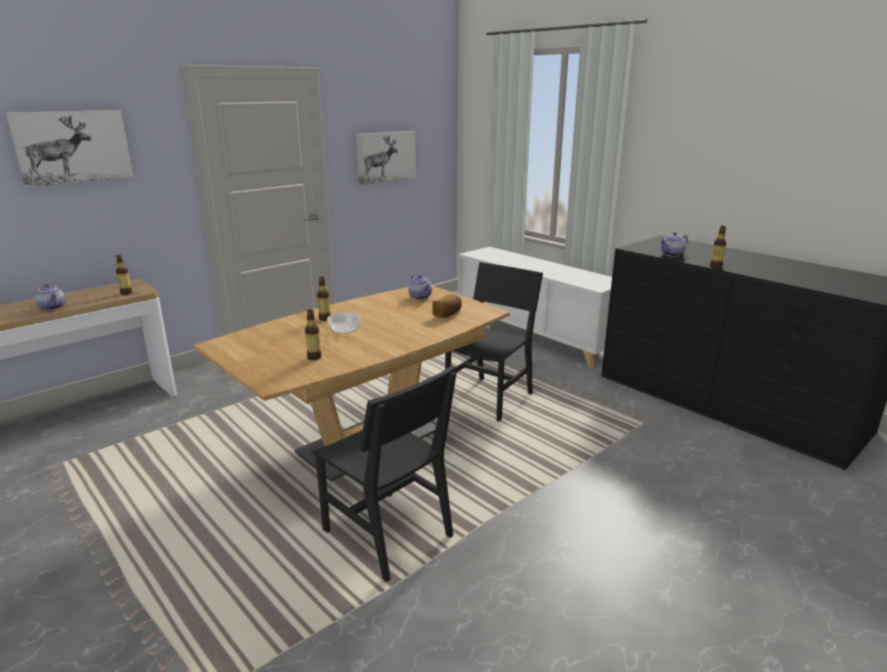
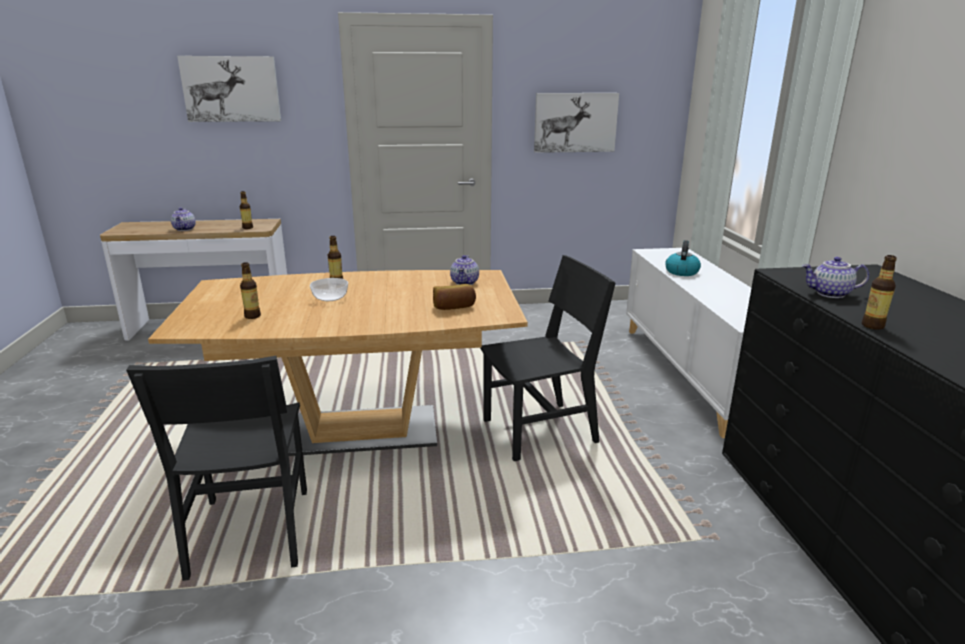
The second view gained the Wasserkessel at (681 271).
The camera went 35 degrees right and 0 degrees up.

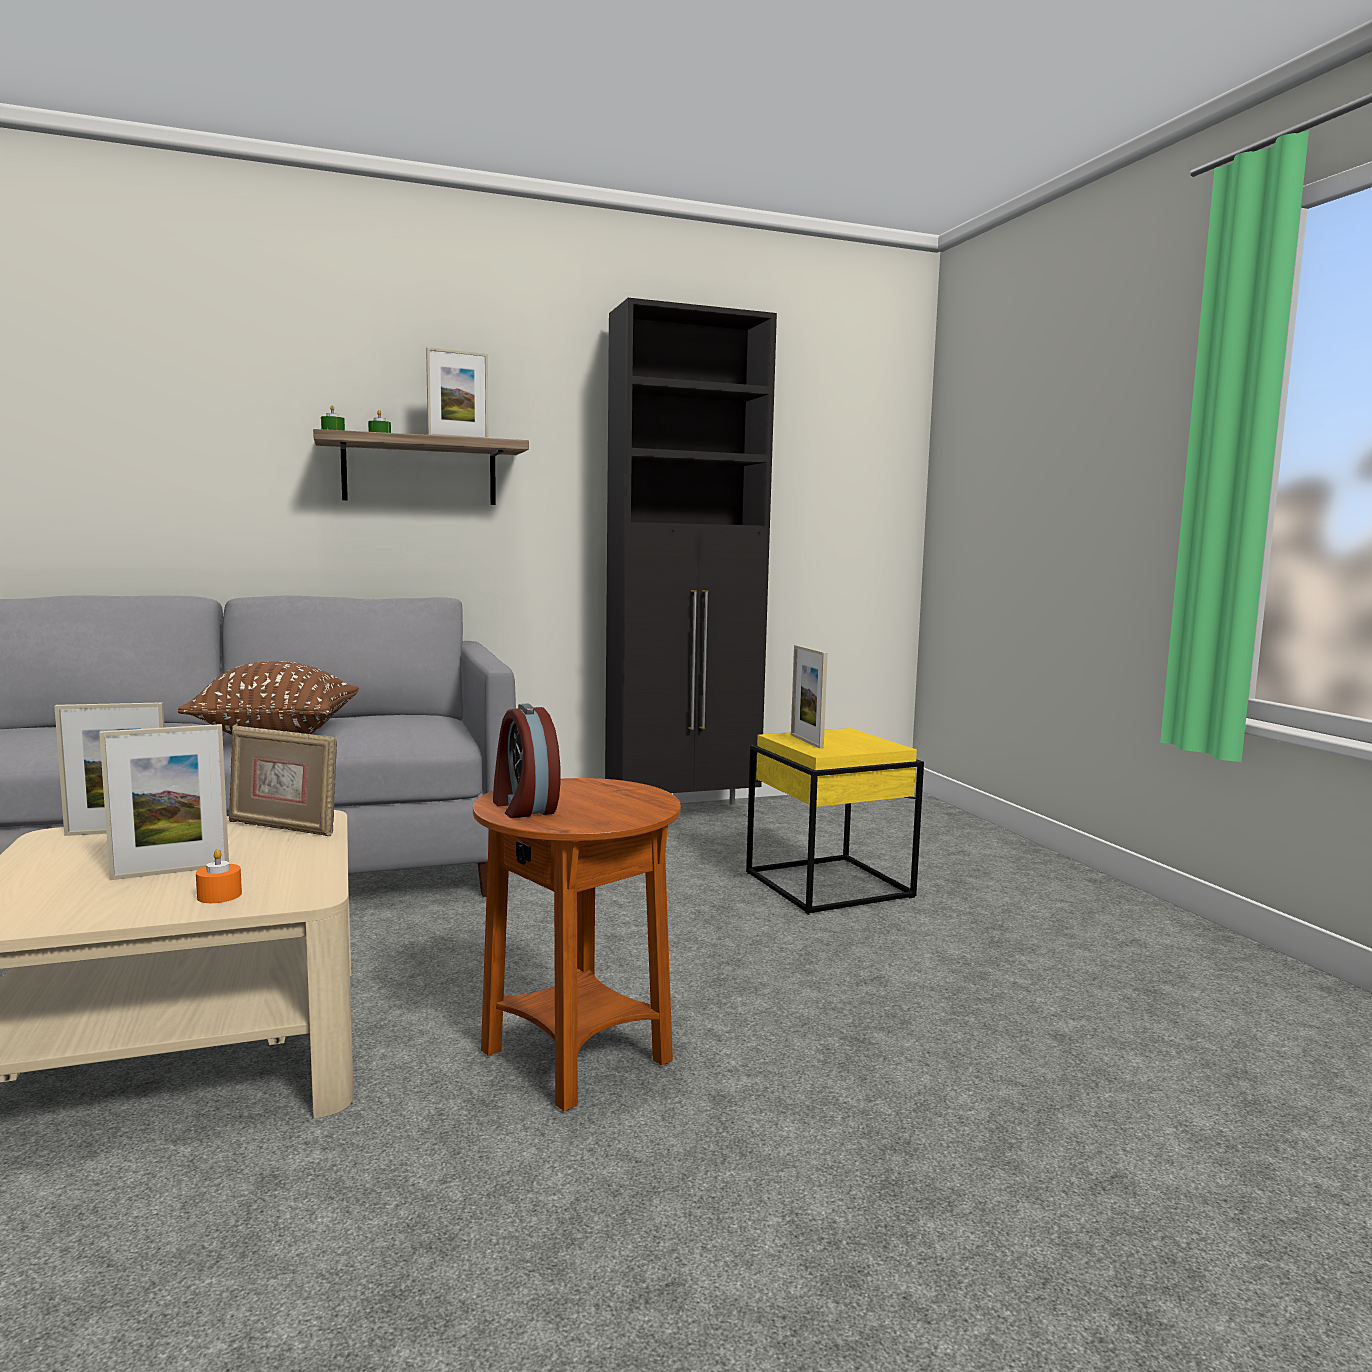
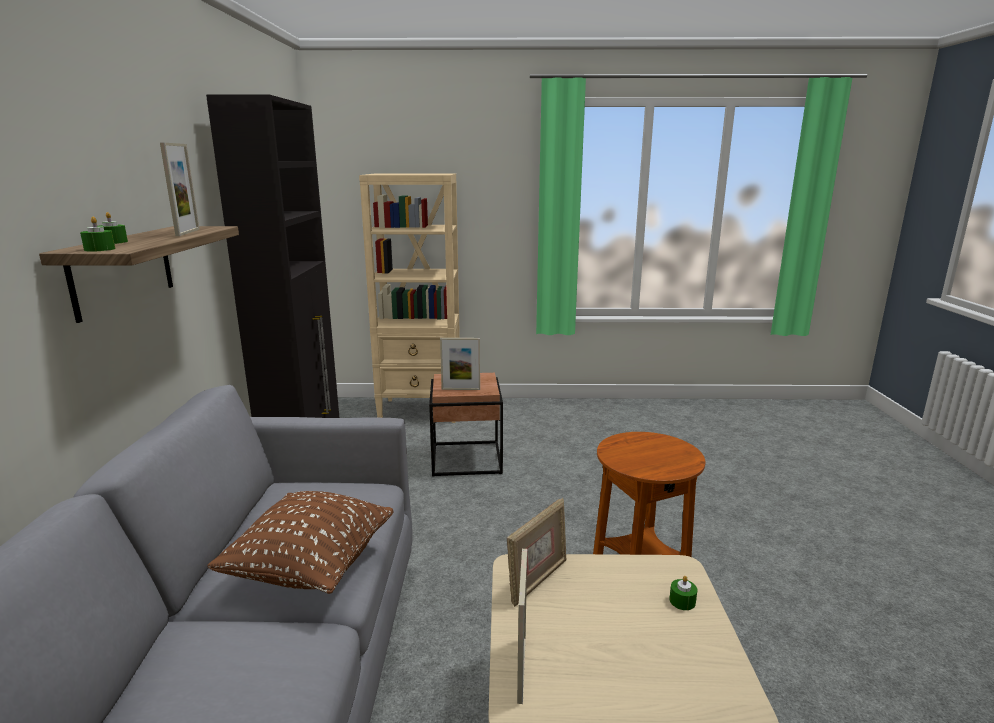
The second view lost the Bilderrahmen at (171 872).
The second view lost the Wecker at (523 807).
The second view gained the Bücherregal (beige) at (421 411).
What was the Kerze (orange) at (219 895) turned into the Kerze (grün) at (682 601).
What was the Beistelltisch (gelb) at (830 885) turned into the Beistelltisch (braun) at (467 458).
The camera went 70 degrees left and 10 degrees up.

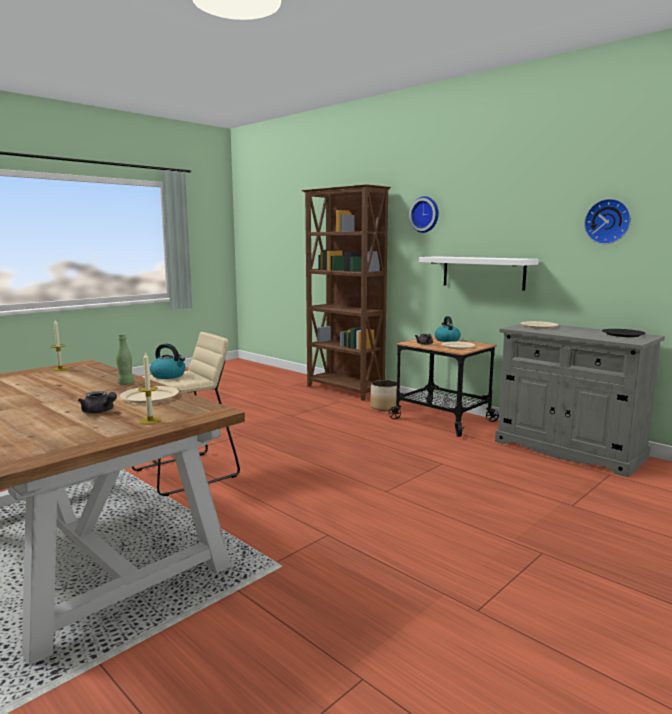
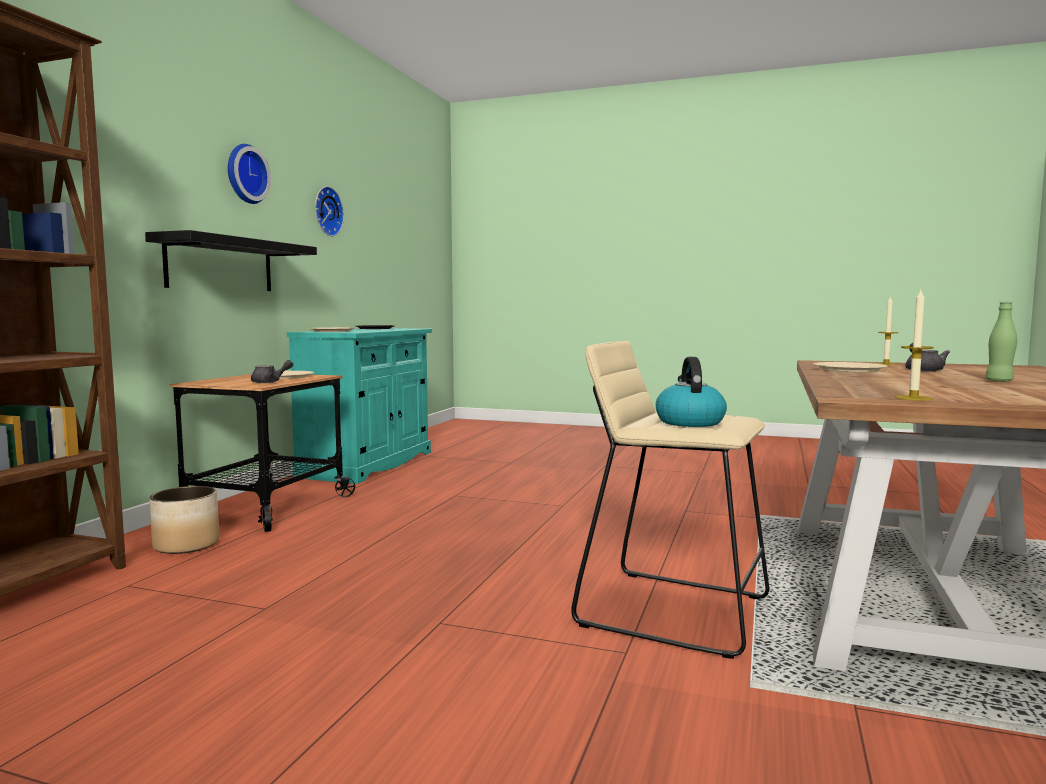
The second view lost the Wasserkessel at (446 340).
The Flasche (grün) ended up elsewhere, having gone from (126 383) to (999 381).
The Wanduhr ended up elsewhere, having gone from (425 214) to (244 174).
What was the Wandregal (weiß) at (483 272) turned into the Wandregal (schwarz) at (220 265).
What was the Schrank (grau) at (568 450) turned into the Schrank (türkis) at (368 464).
The camera went 115 degrees left and 5 degrees down.

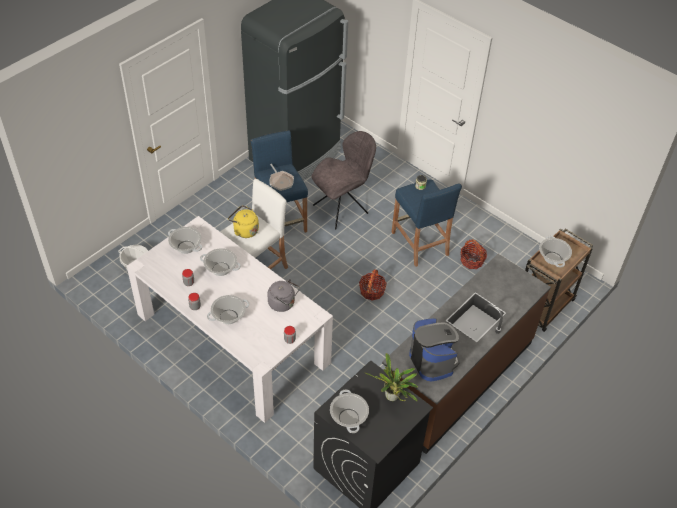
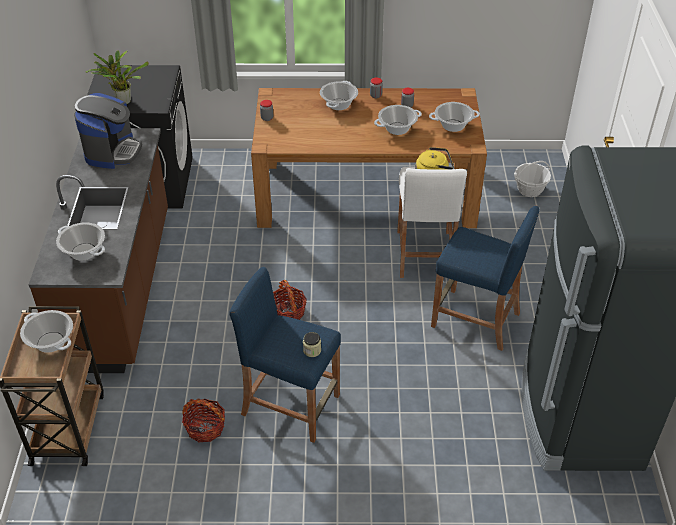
The second view lost the Wasserkessel (grau) at (283 304).
The second view lost the Pfanne at (280 181).
The second view lost the Stuhl (grau) at (342 208).
The Kochtopf ended up elsewhere, having gone from (348 417) to (84 251).
What was the Esstisch (weiß) at (232 338) turned into the Esstisch (braun) at (366 193).
The Kaffeemaschine at (433 360) ended up facing another way, 105 degrees counterclockwise from before.
The camera went 140 degrees right and 5 degrees down.

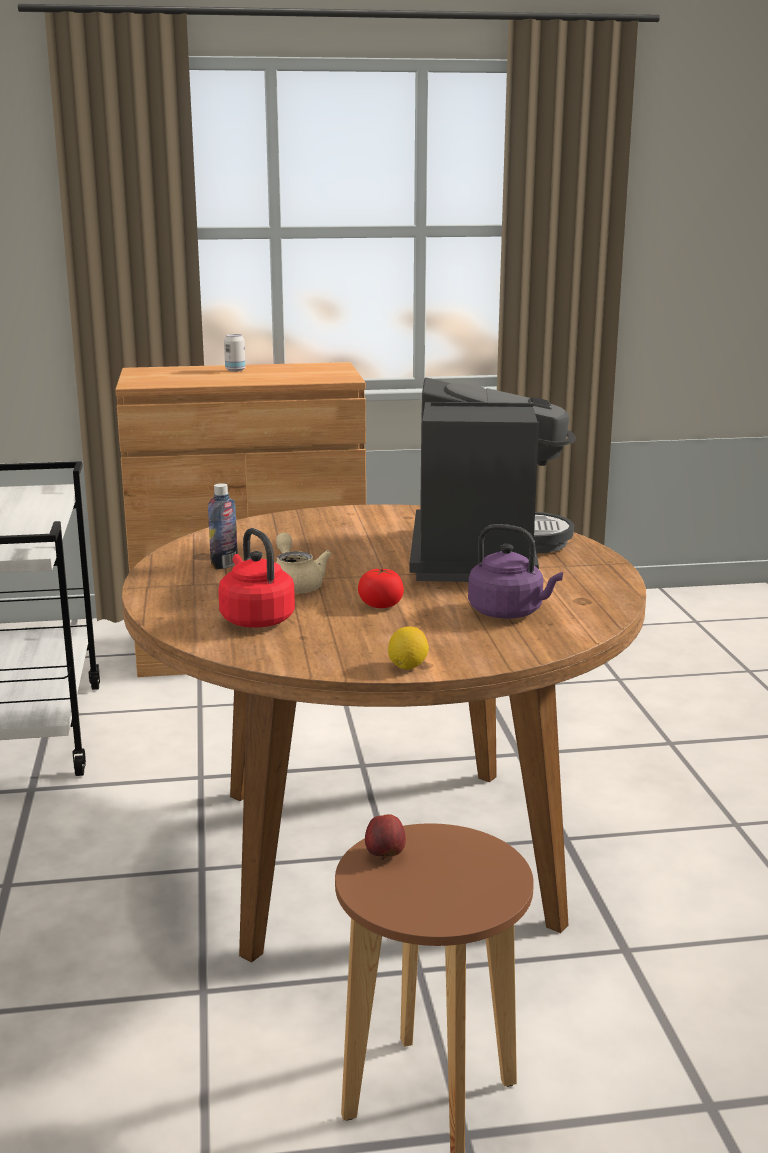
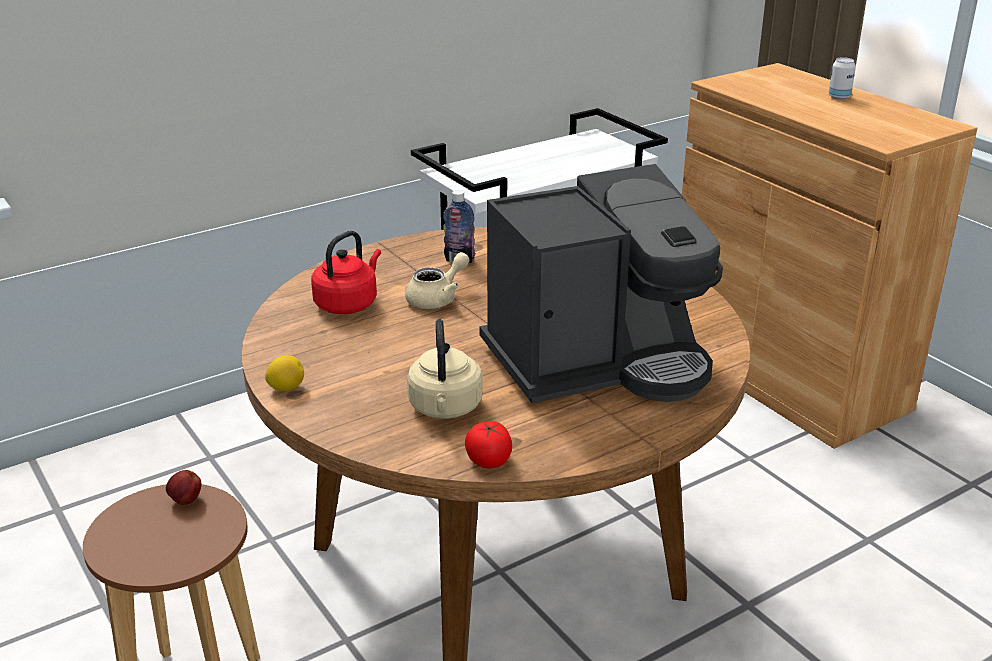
The Tomate ended up elsewhere, having gone from (380 605) to (489 461).
What was the Wasserkessel (lila) at (509 612) turned into the Wasserkessel (beige) at (445 409).
The camera went 65 degrees right and 10 degrees up.

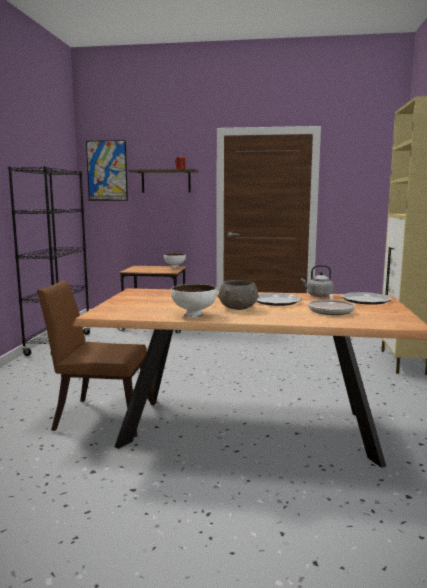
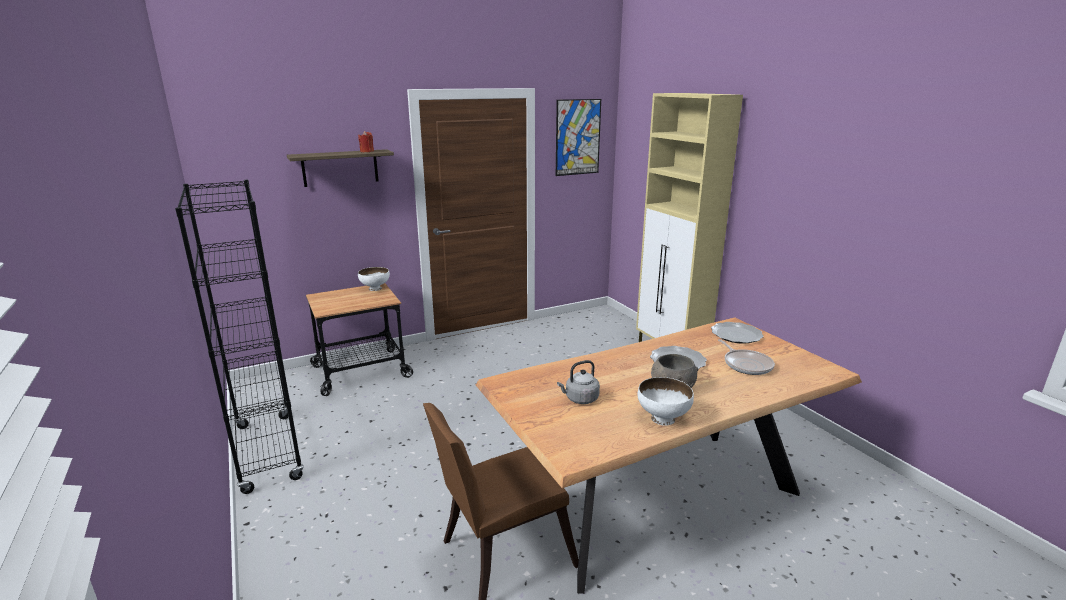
The Bild ended up elsewhere, having gone from (107 171) to (577 137).
The Wasserkessel (grau) ended up elsewhere, having gone from (318 296) to (580 399).
The camera went 35 degrees left and 10 degrees up.

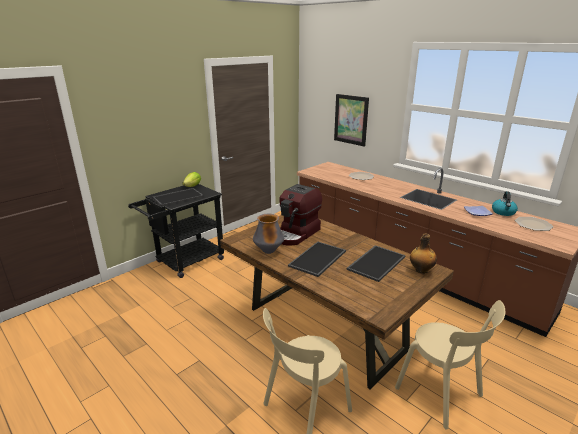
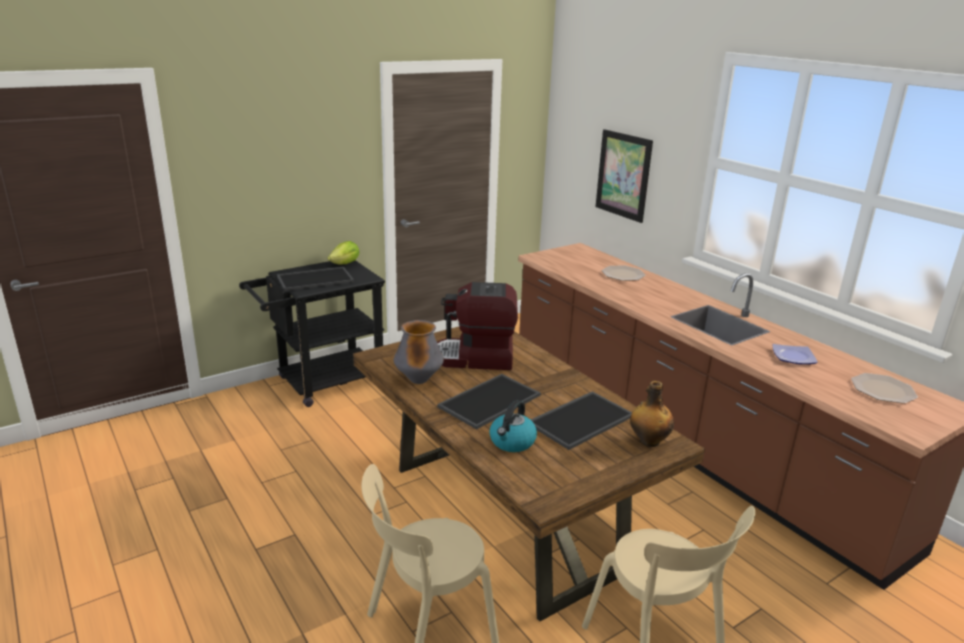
The Wasserkessel ended up elsewhere, having gone from (503 212) to (512 442).
The Kaffeemaschine at (296 234) ended up facing another way, 45 degrees clockwise from before.
The camera went 10 degrees right and 0 degrees up.

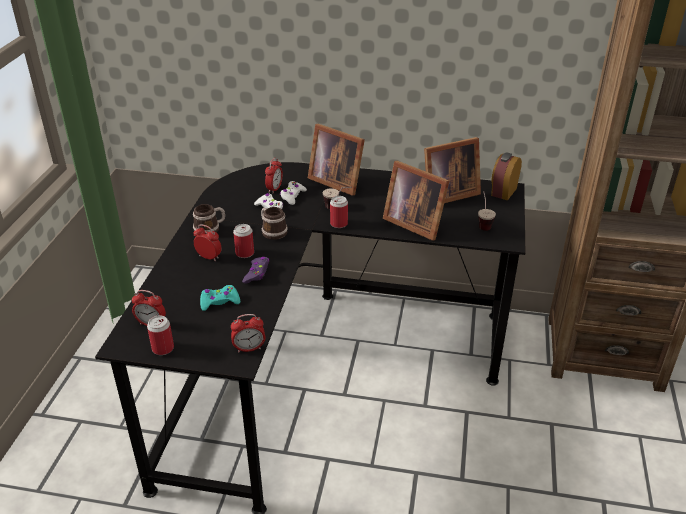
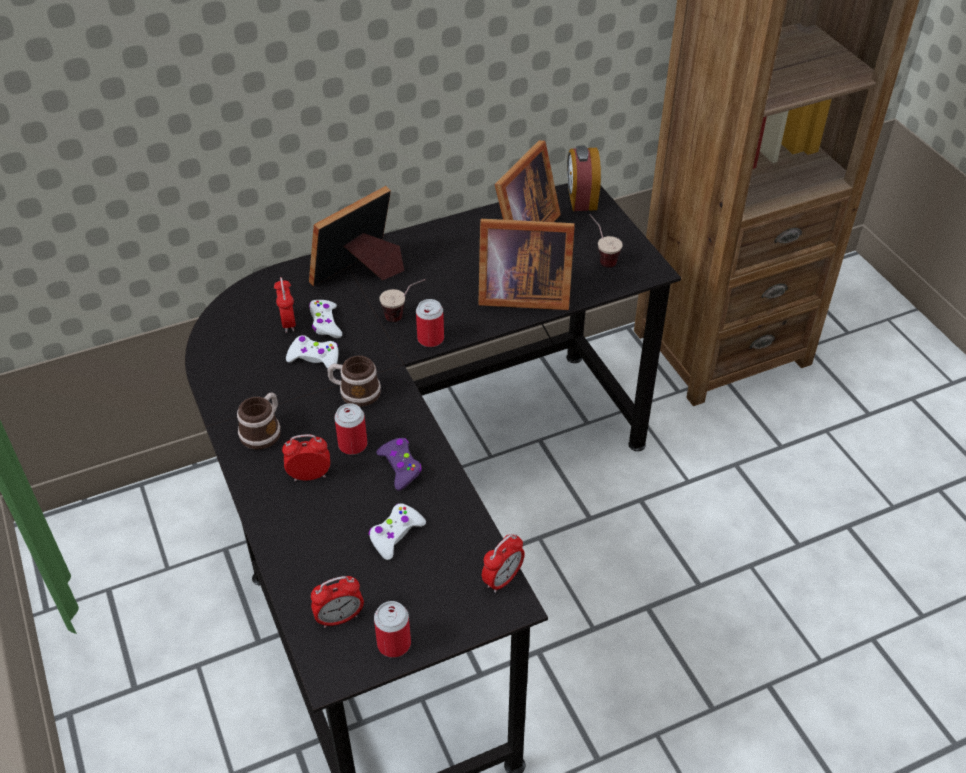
What was the Gamepad (türkis) at (219 301) turned into the Gamepad (weiß) at (395 535).
The Bilderrahmen at (336 181) ended up facing another way, 135 degrees clockwise from before.
The camera went 35 degrees left and 10 degrees up.

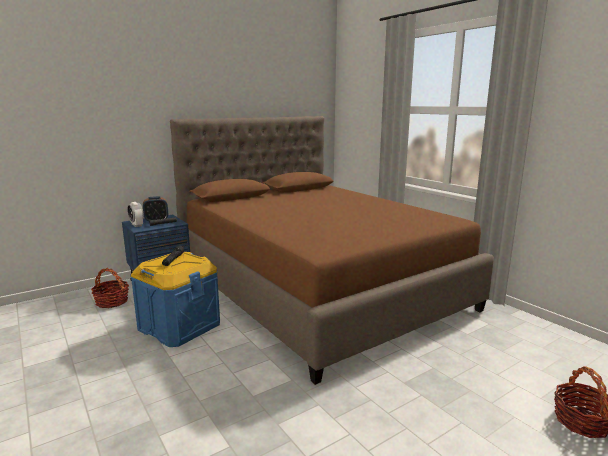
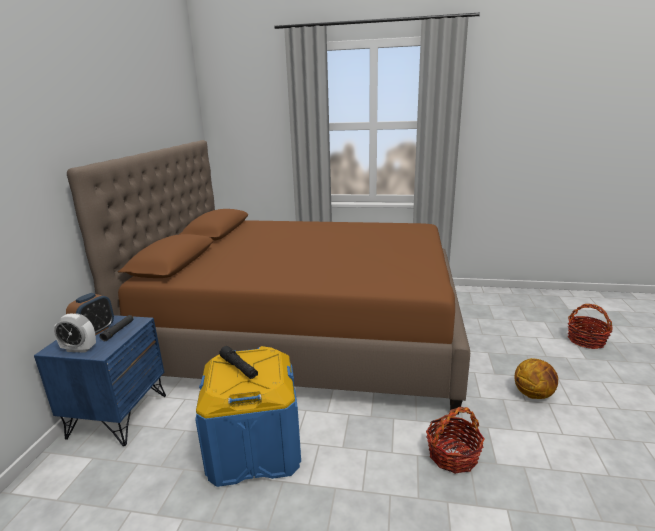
The second view gained the Basketball at (534 394).
The Korb ended up elsewhere, having gone from (112 302) to (452 455).
The camera went 45 degrees left and 5 degrees up.

